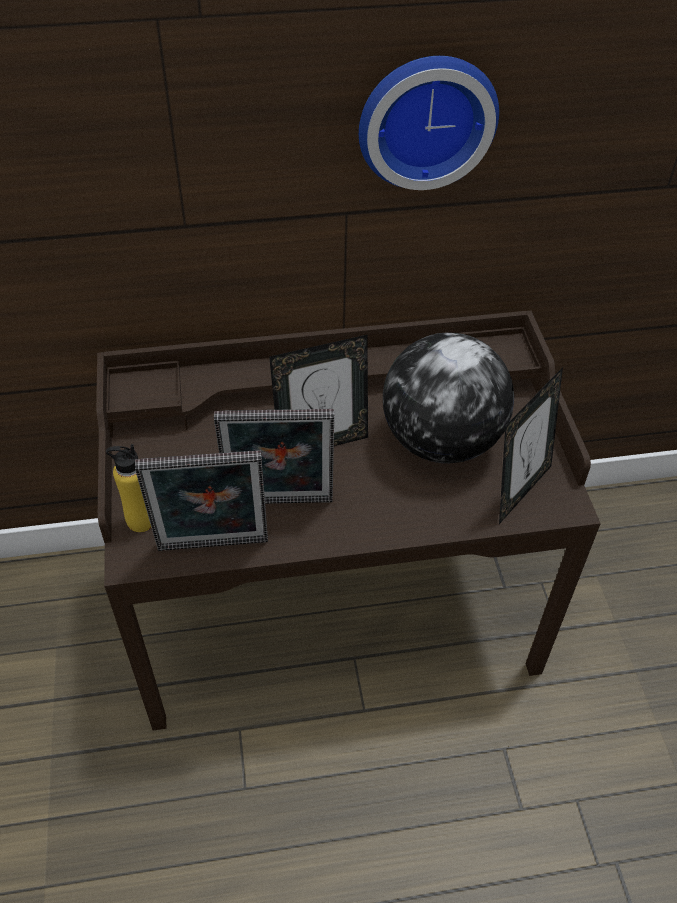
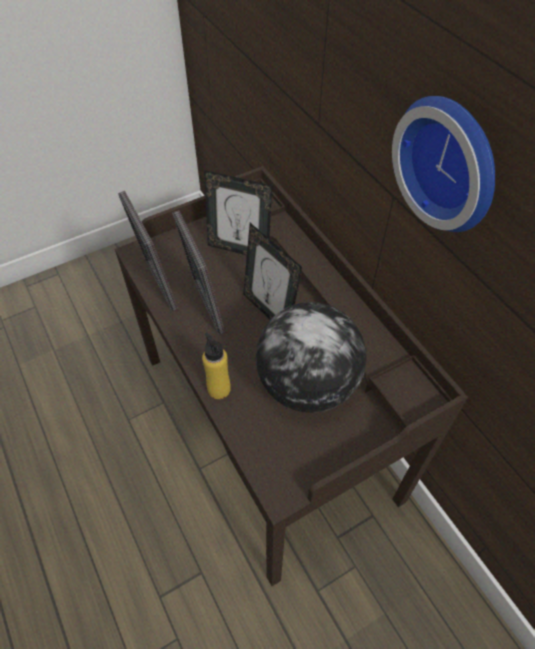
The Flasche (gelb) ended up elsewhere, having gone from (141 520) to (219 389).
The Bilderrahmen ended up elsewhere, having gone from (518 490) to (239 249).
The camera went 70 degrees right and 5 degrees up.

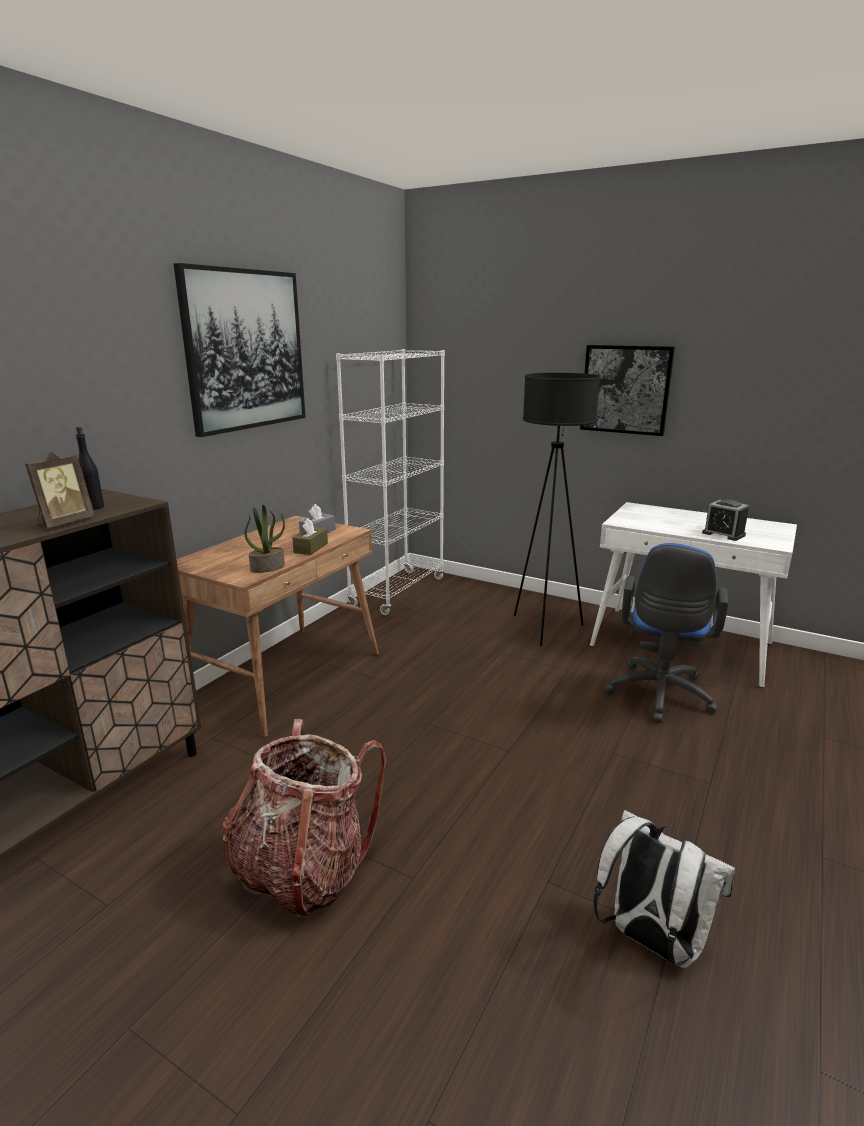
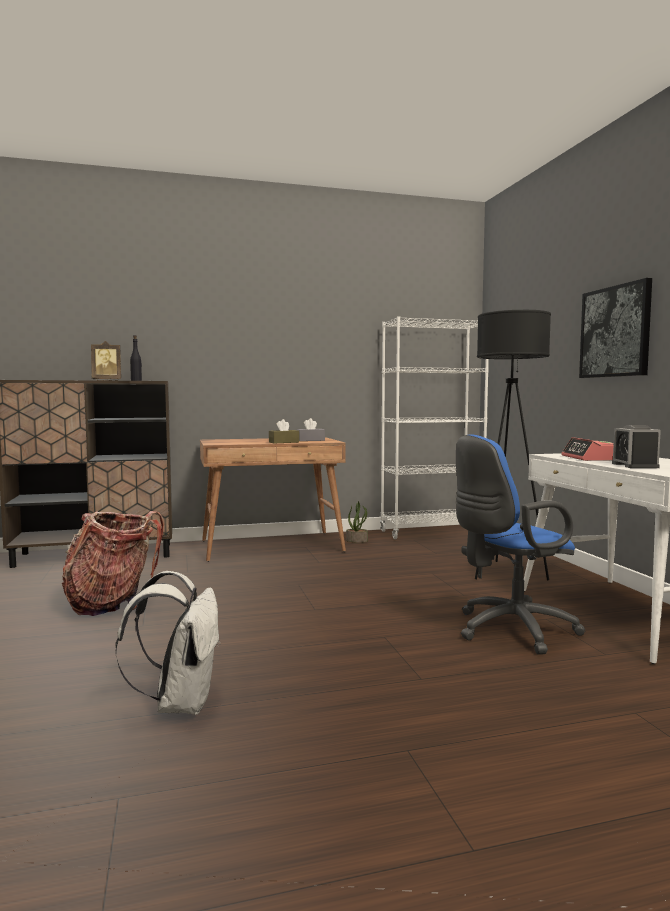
The second view lost the Bild at (245 350).
The second view gained the Wecker at (591 458).
The Topfpflanze ended up elsewhere, having gone from (268 567) to (357 540).
The camera went 45 degrees right and 15 degrees down.

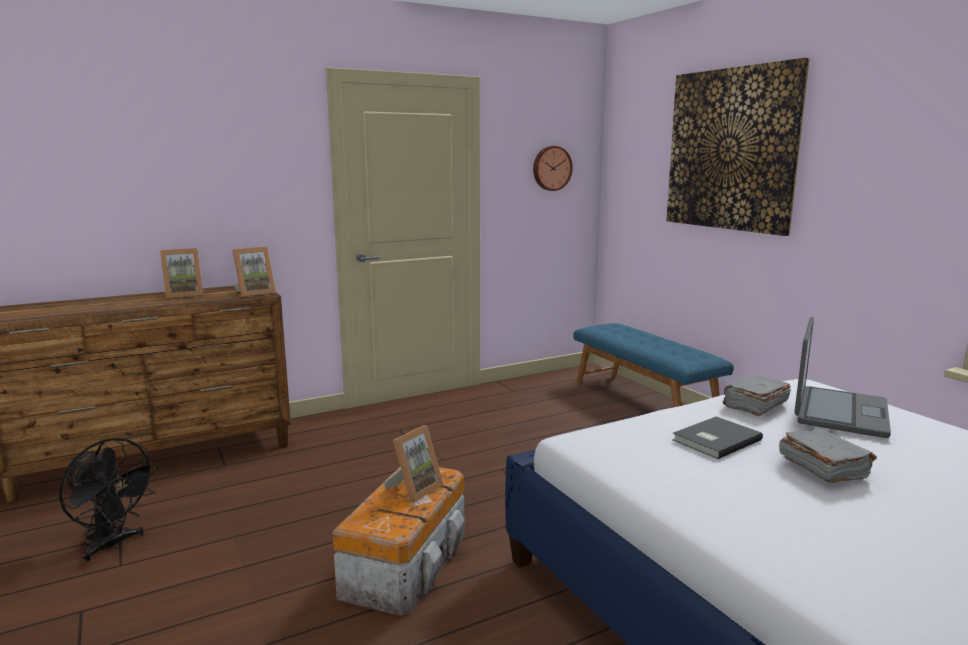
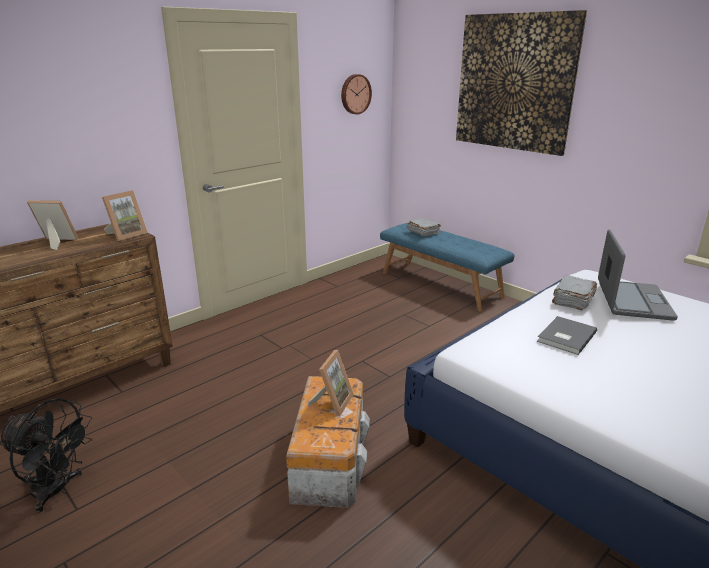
The Buch (grau) ended up elsewhere, having gone from (822 468) to (423 232).
The Bilderrahmen at (183 295) ended up facing another way, 135 degrees counterclockwise from before.
The camera went 15 degrees left and 10 degrees up.

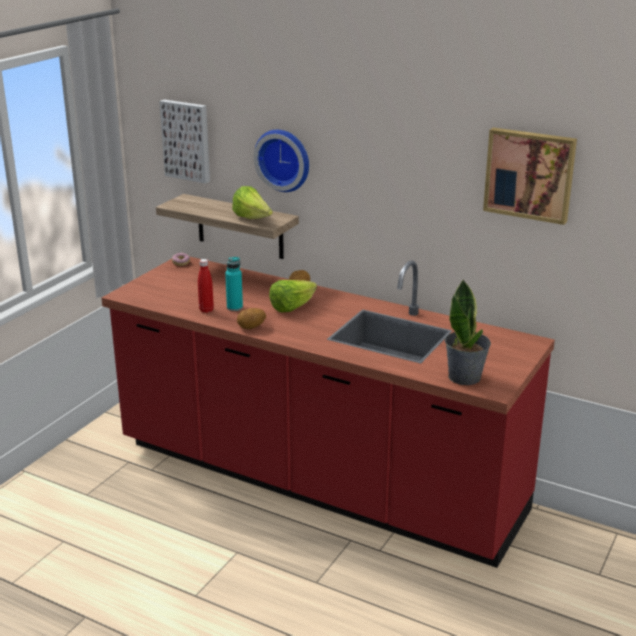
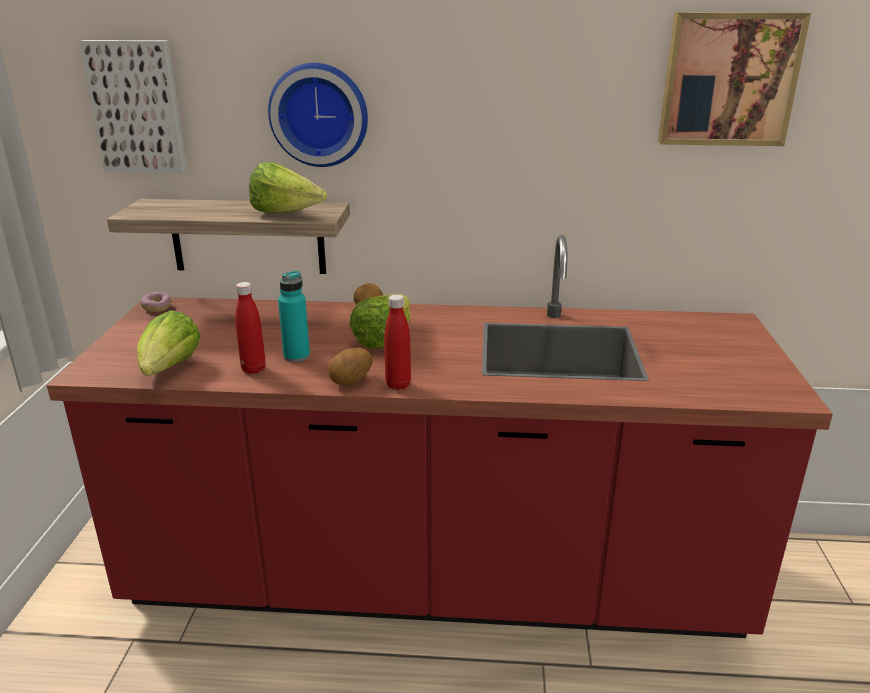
The second view lost the Topfpflanze at (465 377).
The second view gained the Salatkopf at (169 370).
The second view gained the Flasche (rot) at (398 385).
The camera went 25 degrees left and 0 degrees up.

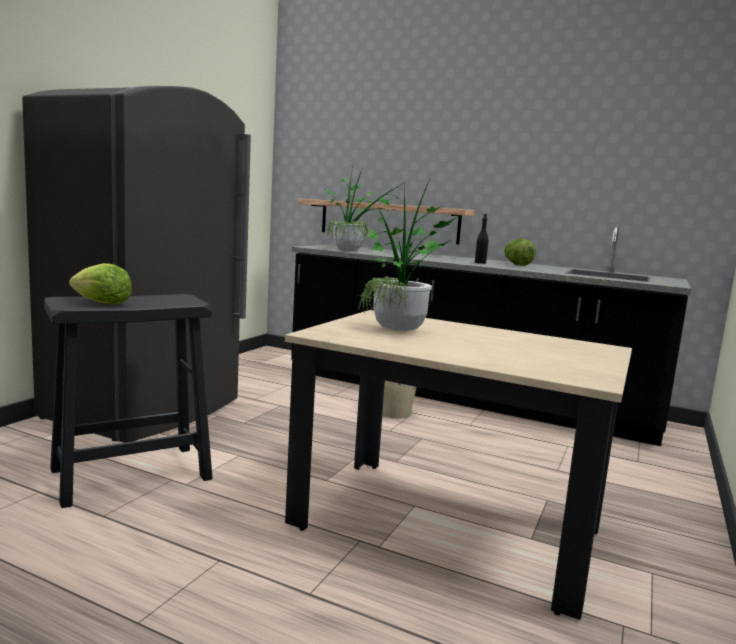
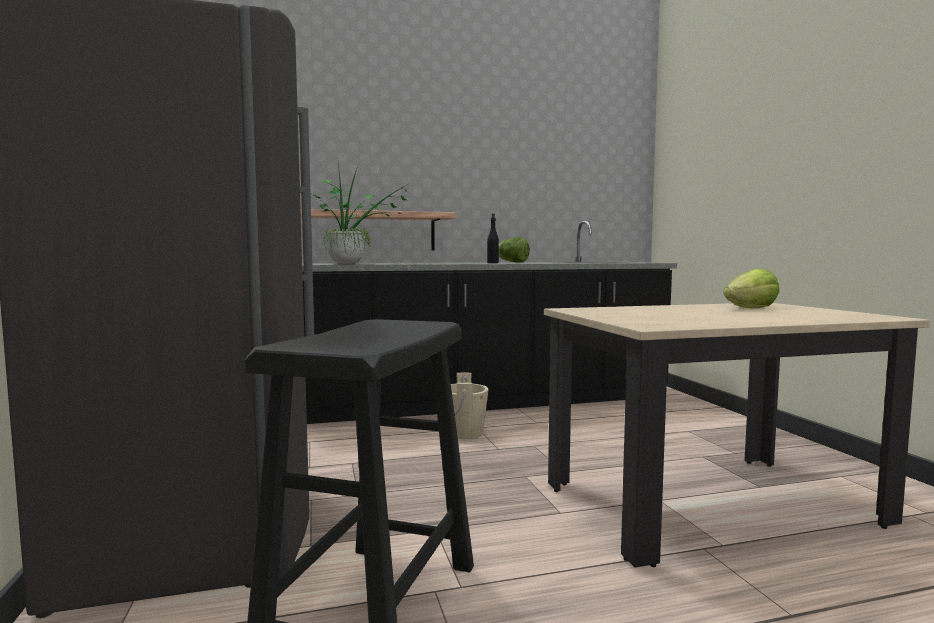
The second view lost the Topfpflanze at (398 332).
The Salatkopf ended up elsewhere, having gone from (101 303) to (750 308).
The camera went 40 degrees left and 5 degrees down.

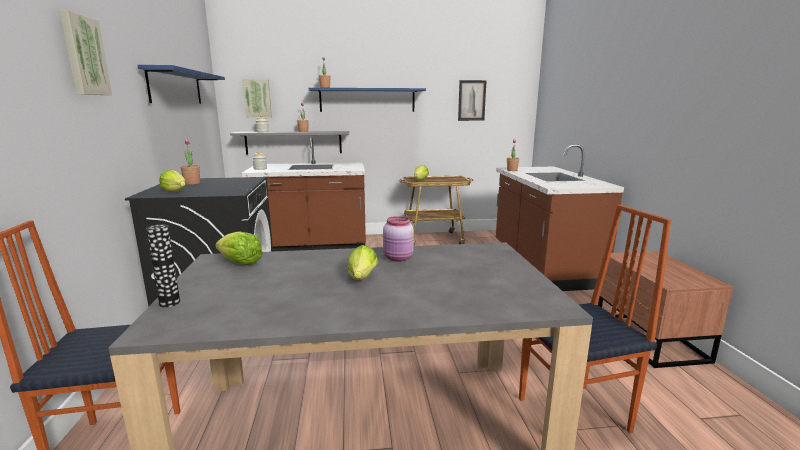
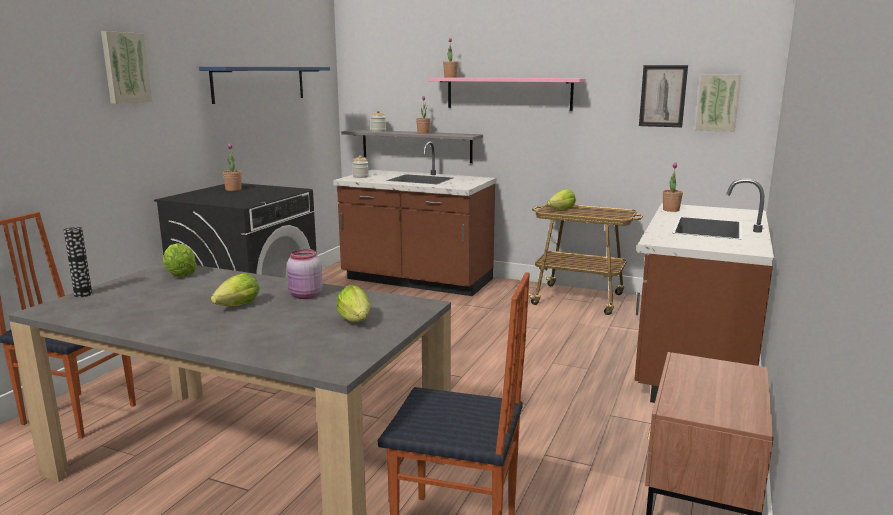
The Salatkopf ended up elsewhere, having gone from (176 192) to (356 322).
The Bild ended up elsewhere, having gone from (257 98) to (717 102).
What was the Wandregal (blau) at (367 100) turned into the Wandregal (rosa) at (508 93).
The camera went 30 degrees right and 0 degrees up.

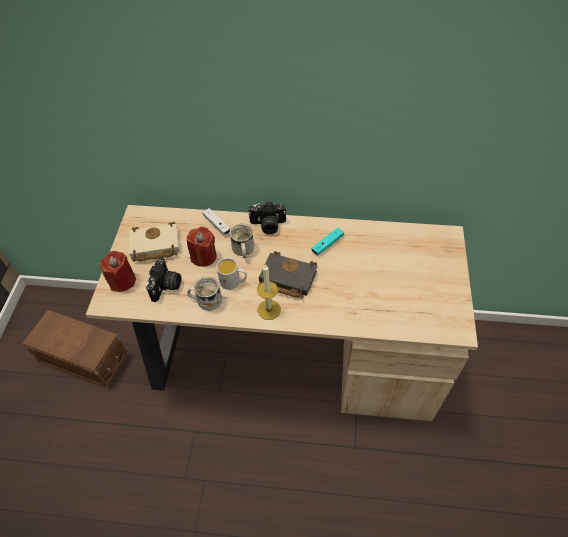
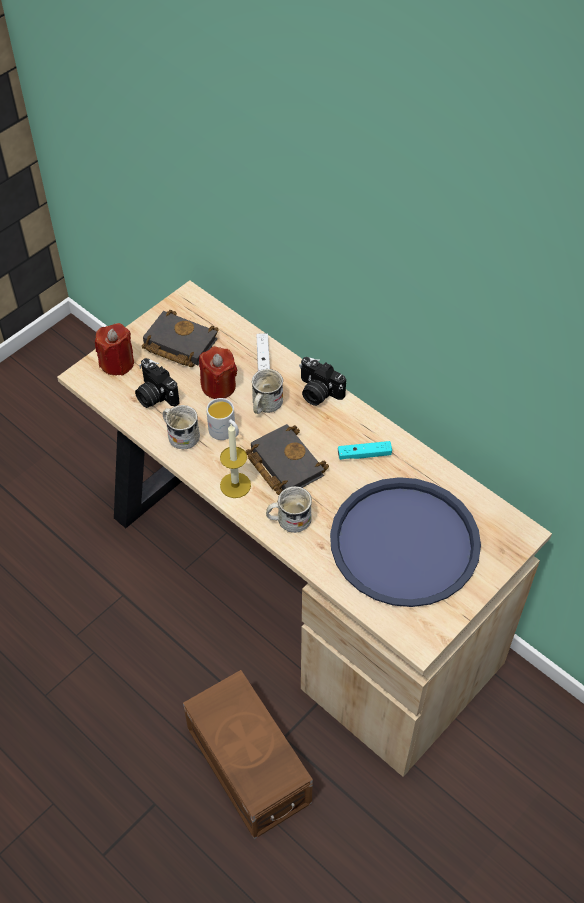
The second view gained the Henkelbecher (weiß) at (288 520).
The second view gained the Tablett (blau) at (404 542).
The Aufbewahrungsbox (braun) ended up elsewhere, having gone from (84 359) to (247 768).
What was the Buch (beige) at (154 246) turned into the Buch (schwarz) at (177 344).
The Kamera at (166 286) ended up facing another way, 90 degrees clockwise from before.
The camera went 35 degrees right and 0 degrees up.

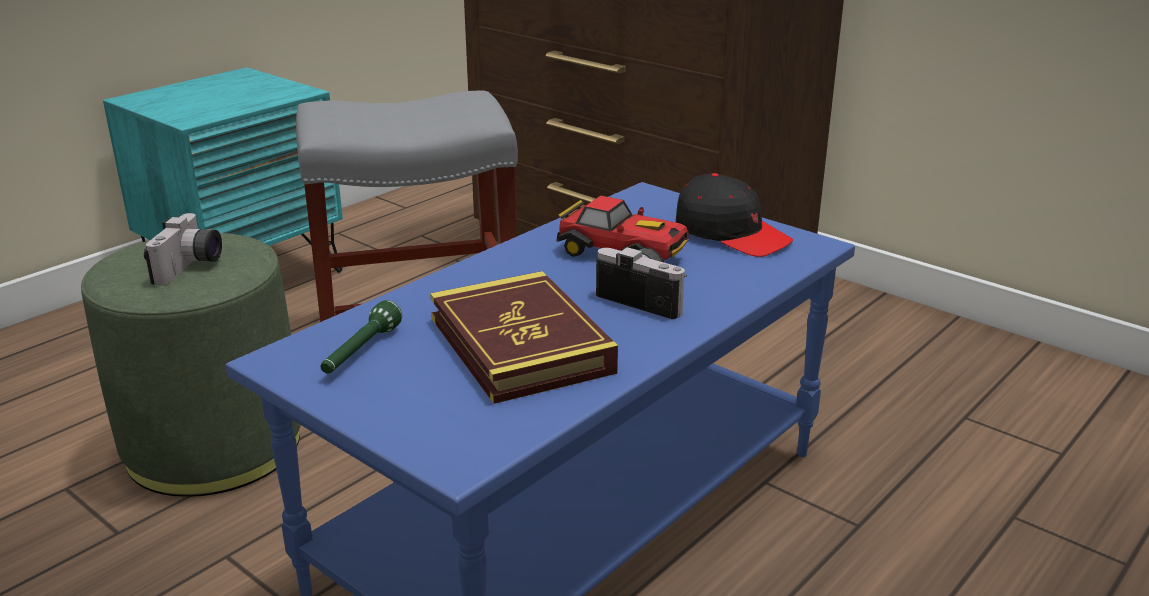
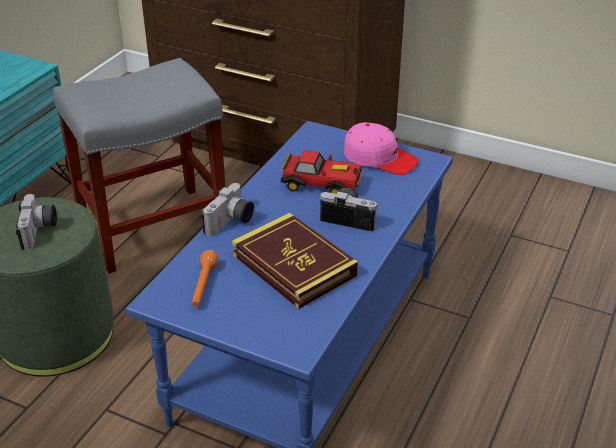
The second view gained the Kamera at (231 223).
What was the Taschenlampe (grün) at (360 352) turned into the Taschenlampe (orange) at (203 286).
What was the Kappe (schwarz) at (731 233) turned into the Kappe (rosa) at (379 158).
The camera went 15 degrees left and 10 degrees up.

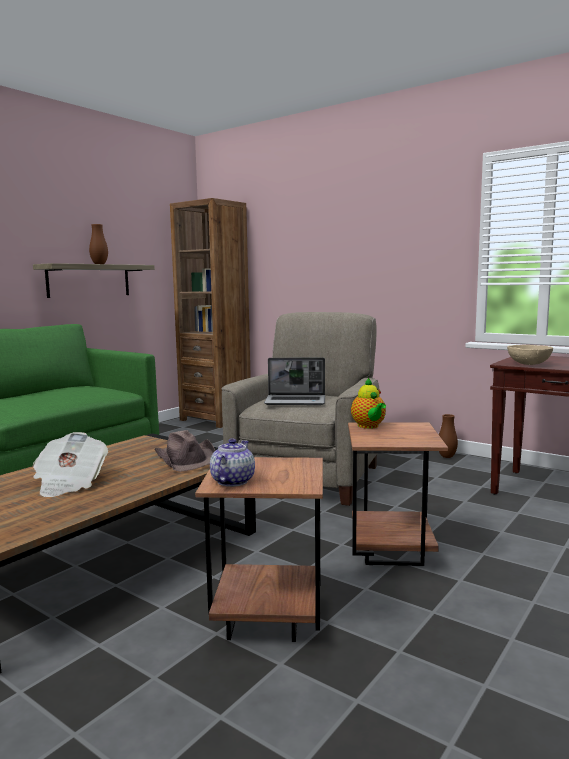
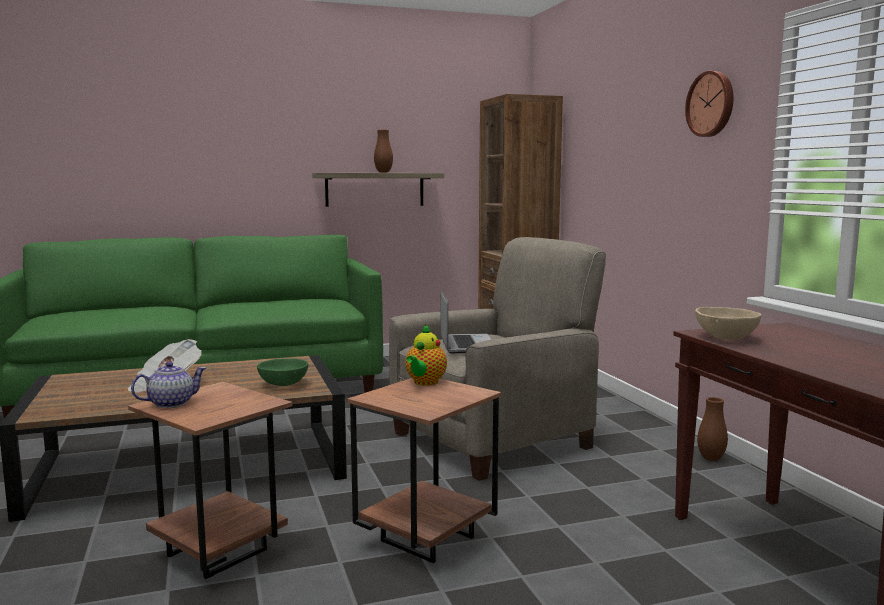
The second view gained the Wanduhr at (711 104).
Where the Hut (braun) stood at (186 459), the Schüssel (grün) came to stand at (284 384).
The Laptop at (296 401) ended up facing another way, 135 degrees counterclockwise from before.
The camera went 35 degrees right and 0 degrees up.

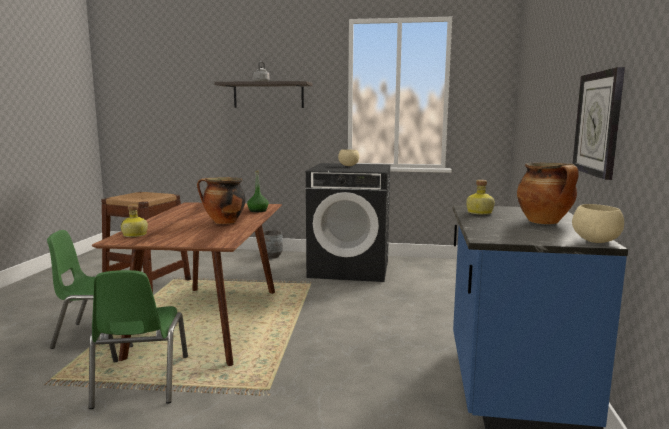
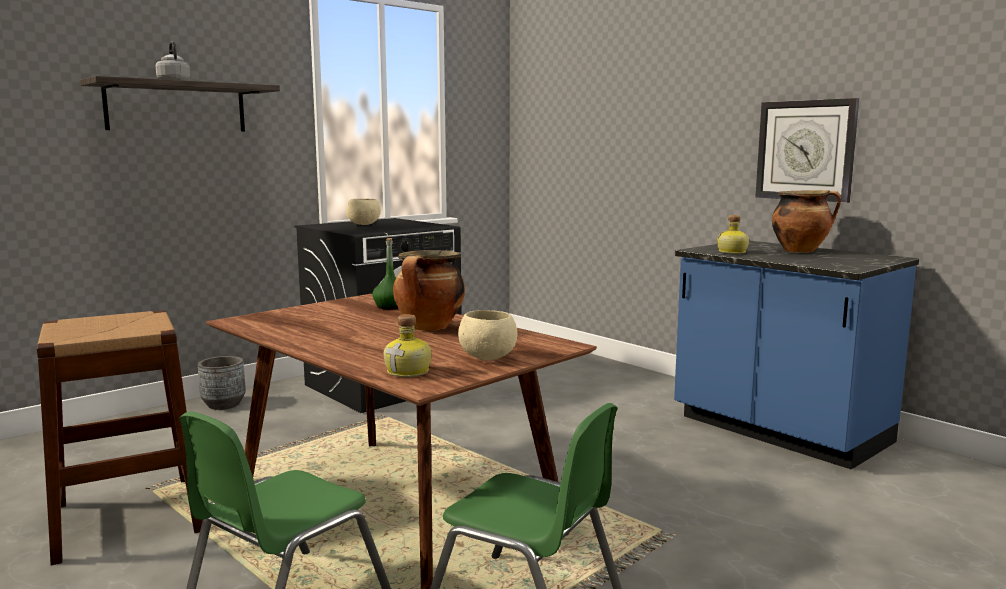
The Schüssel (beige) ended up elsewhere, having gone from (595 241) to (487 358).
The camera went 50 degrees left and 0 degrees up.

